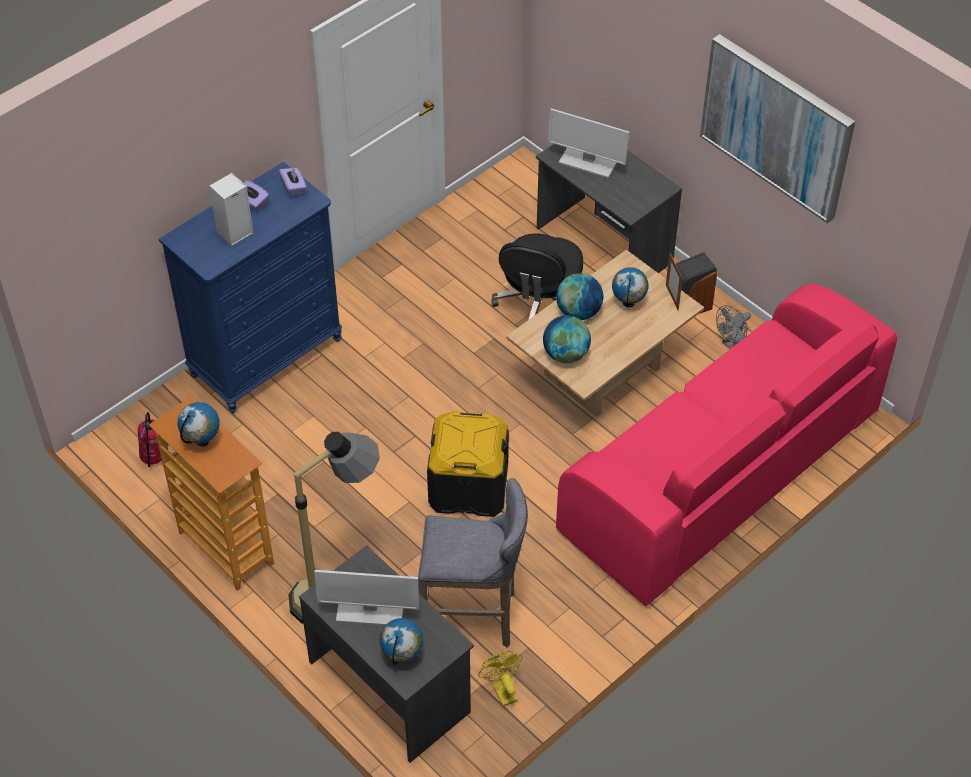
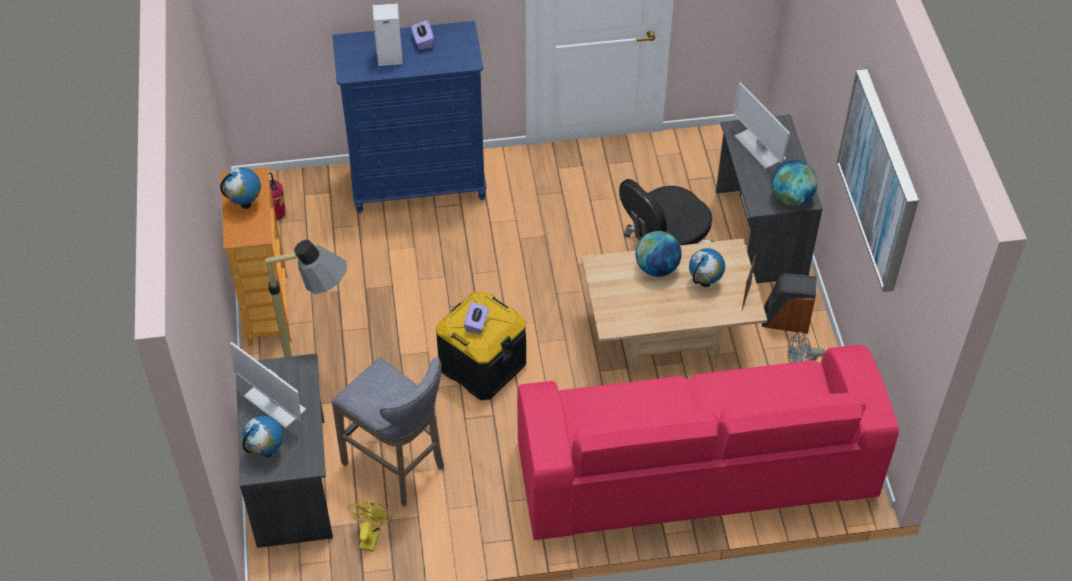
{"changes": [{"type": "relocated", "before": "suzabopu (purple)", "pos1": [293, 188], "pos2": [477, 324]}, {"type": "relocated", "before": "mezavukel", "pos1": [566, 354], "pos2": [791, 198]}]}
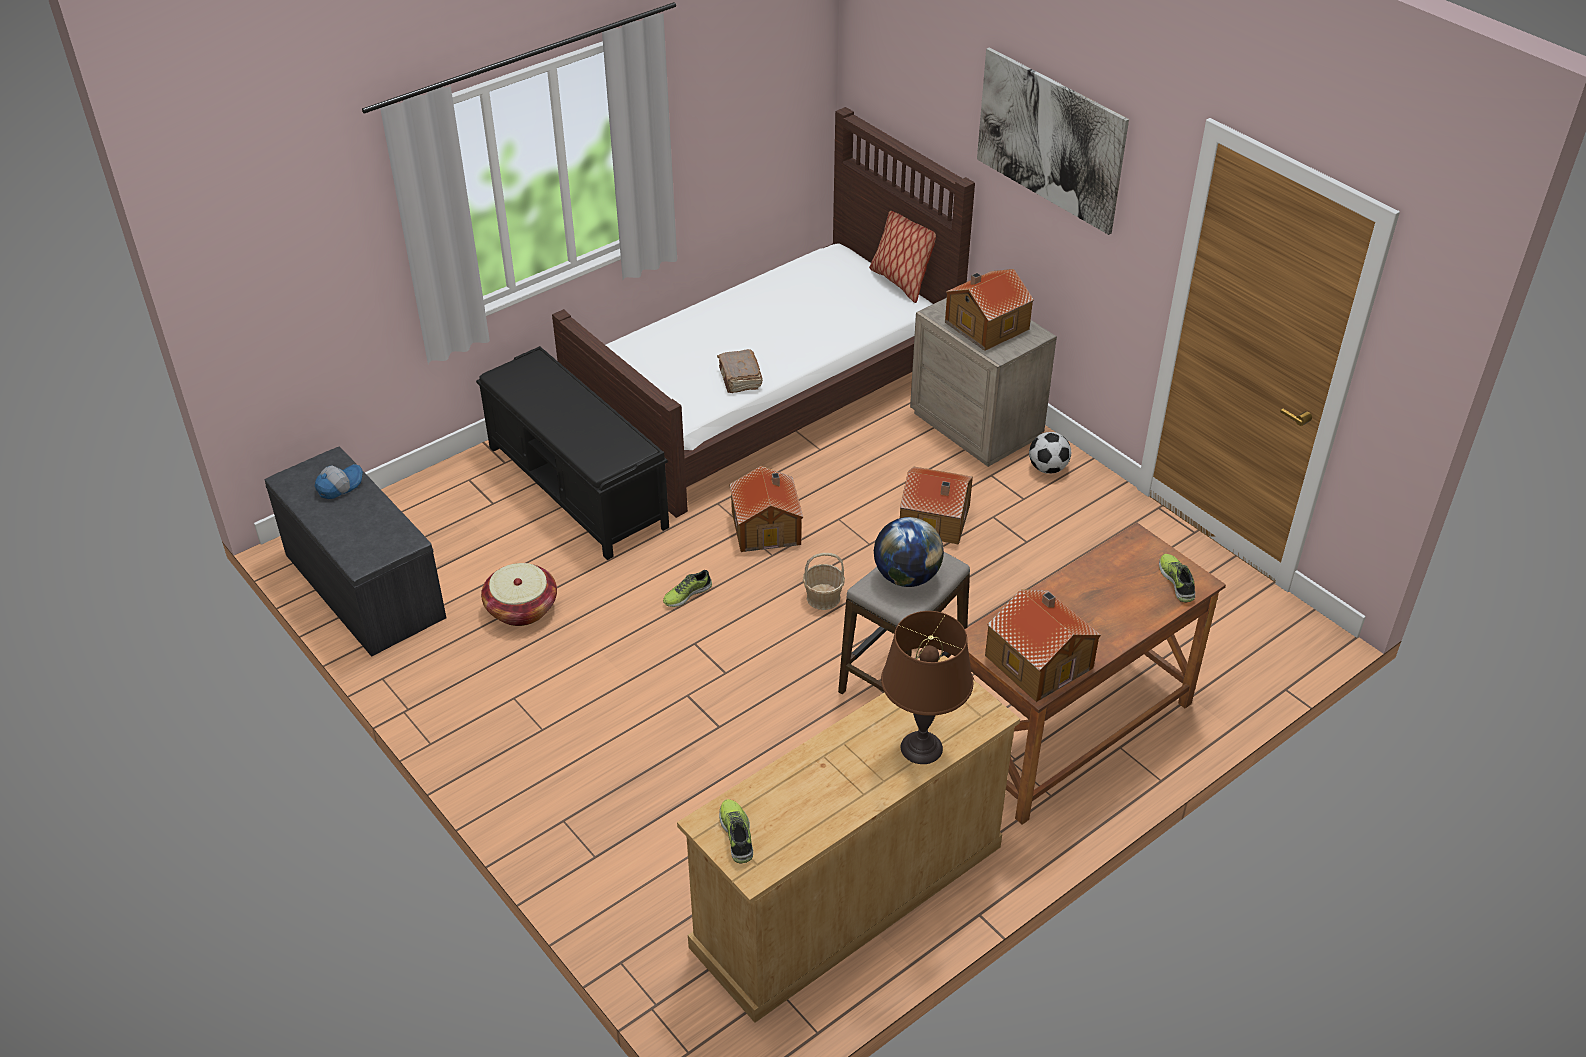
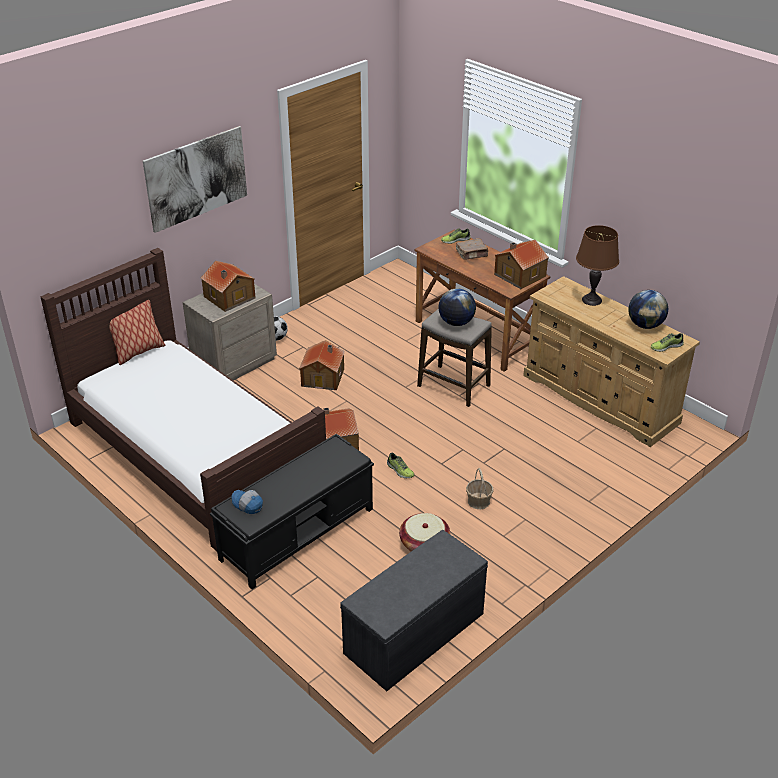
{"changes": [{"type": "appeared", "after": "mezavukel", "pos2": [645, 325]}, {"type": "relocated", "before": "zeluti", "pos1": [339, 486], "pos2": [247, 505]}, {"type": "relocated", "before": "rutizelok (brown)", "pos1": [739, 379], "pos2": [472, 254]}, {"type": "relocated", "before": "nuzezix", "pos1": [823, 597], "pos2": [478, 501]}]}
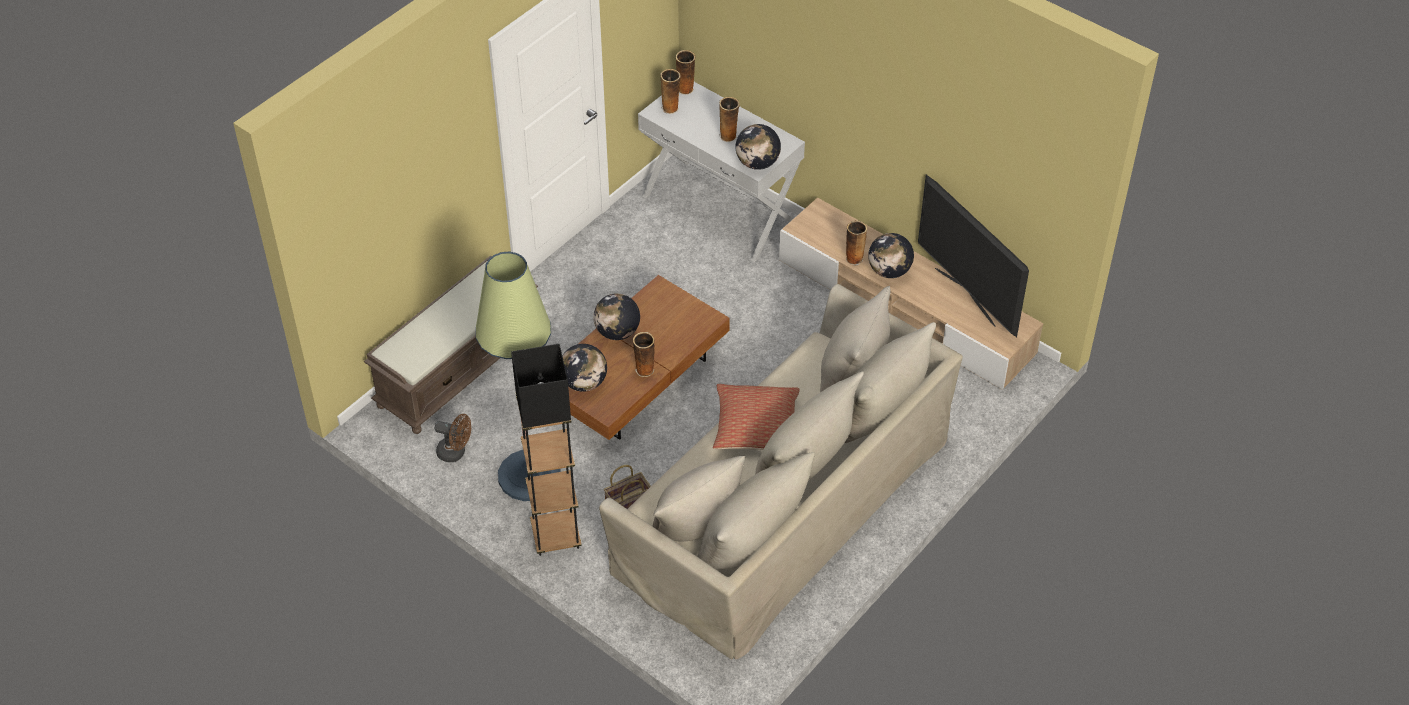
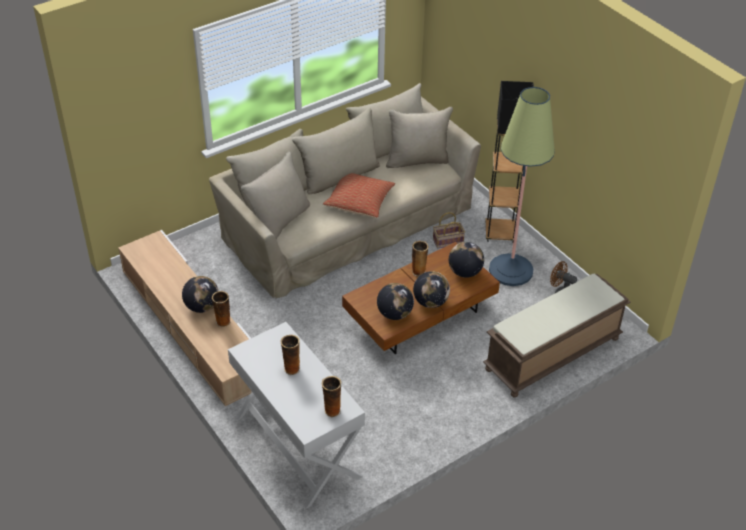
{"changes": [{"type": "missing", "before": "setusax", "pos1": [686, 89]}, {"type": "missing", "before": "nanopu", "pos1": [966, 296]}, {"type": "relocated", "before": "mezavukel", "pos1": [757, 163], "pos2": [395, 314]}]}
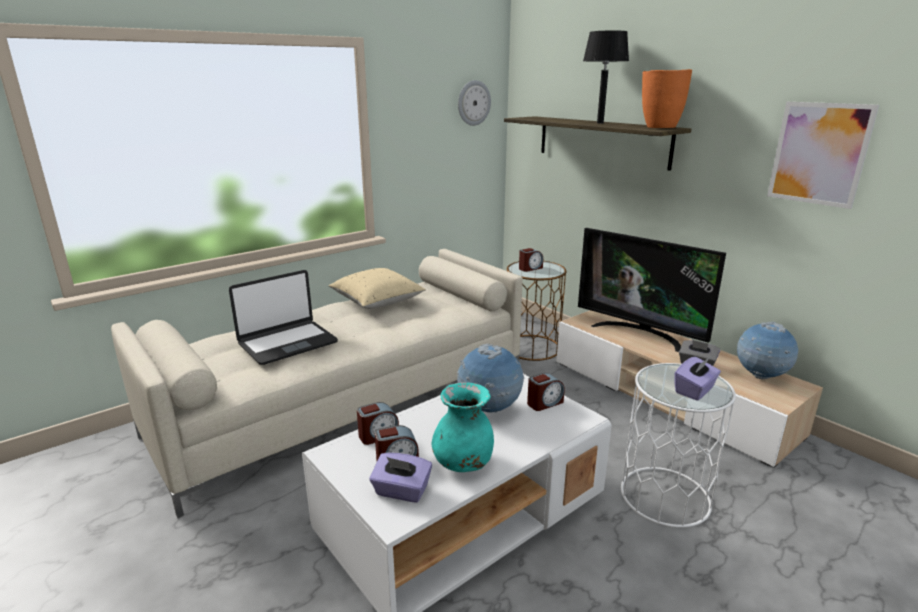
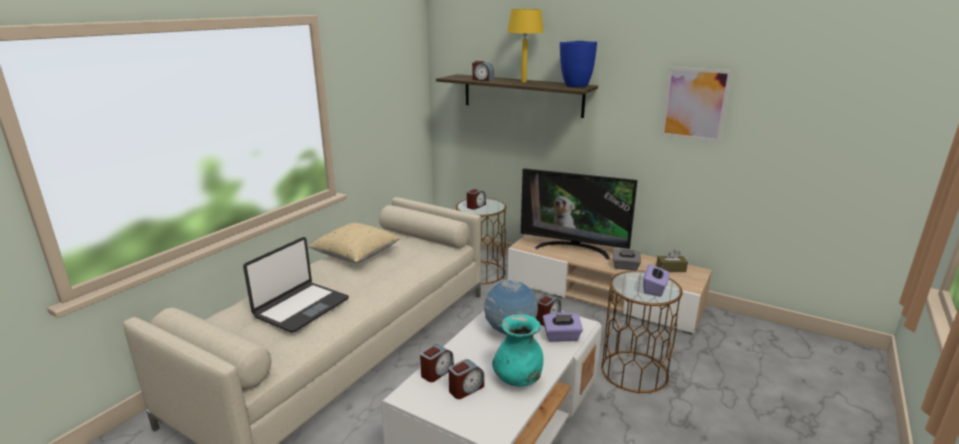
{"changes": [{"type": "missing", "before": "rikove", "pos1": [473, 103]}, {"type": "appeared", "after": "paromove", "pos2": [482, 80]}, {"type": "relocated", "before": "suzabopu (purple)", "pos1": [401, 491], "pos2": [561, 337]}, {"type": "exchanged", "before": "mezavukel", "after": "suzabopu (brown)", "pos1": [760, 376], "pos2": [671, 269]}, {"type": "colour", "before": "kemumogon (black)", "after": "kemumogon (yellow)", "pos1": [599, 123], "pos2": [523, 81]}, {"type": "colour", "before": "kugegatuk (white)", "after": "kugegatuk (brown)", "pos1": [665, 496], "pos2": [634, 371]}, {"type": "colour", "before": "setusax (orange)", "after": "setusax (blue)", "pos1": [659, 127], "pos2": [575, 85]}]}
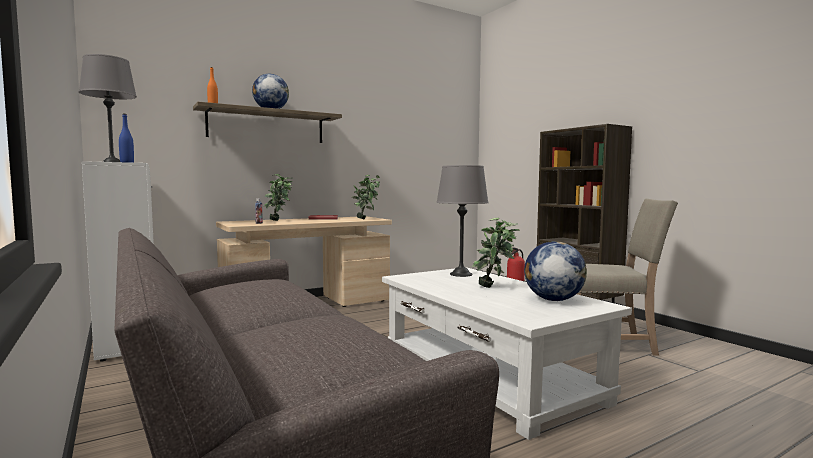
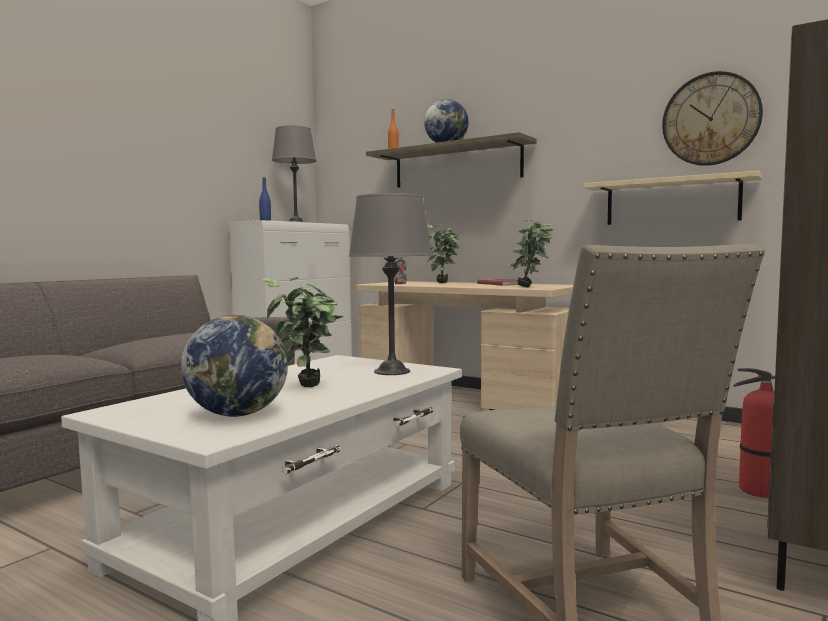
{"changes": [{"type": "appeared", "after": "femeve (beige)", "pos2": [671, 201]}, {"type": "appeared", "after": "rikove", "pos2": [711, 119]}]}
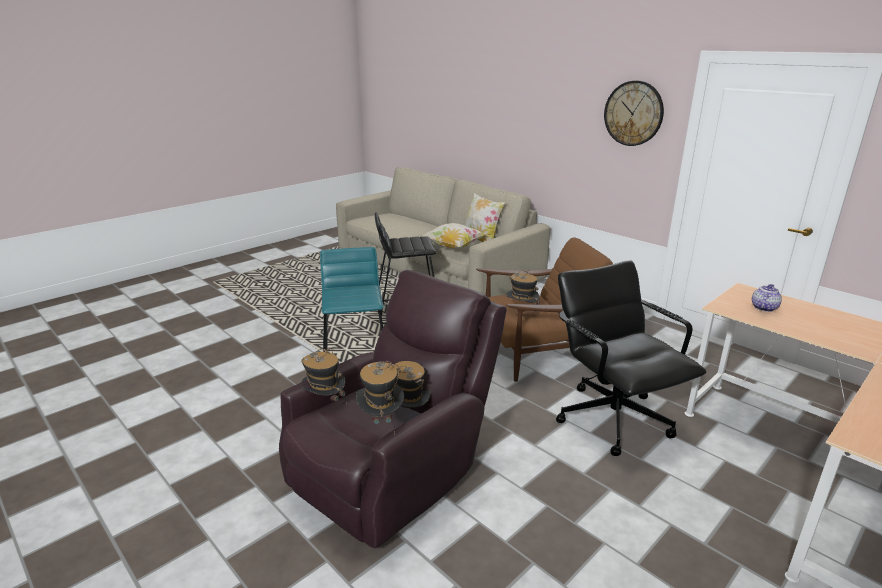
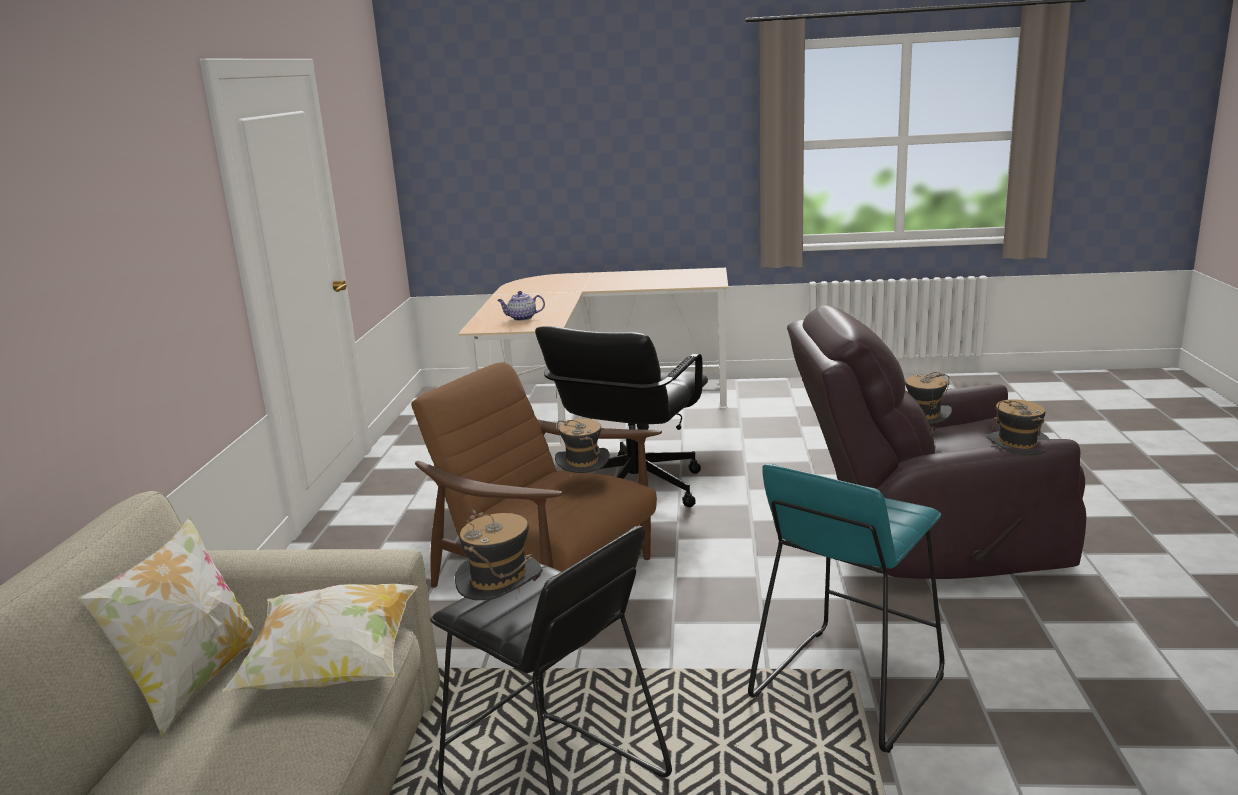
{"changes": [{"type": "missing", "before": "rikove", "pos1": [633, 113]}, {"type": "relocated", "before": "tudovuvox", "pos1": [381, 421], "pos2": [503, 616]}]}
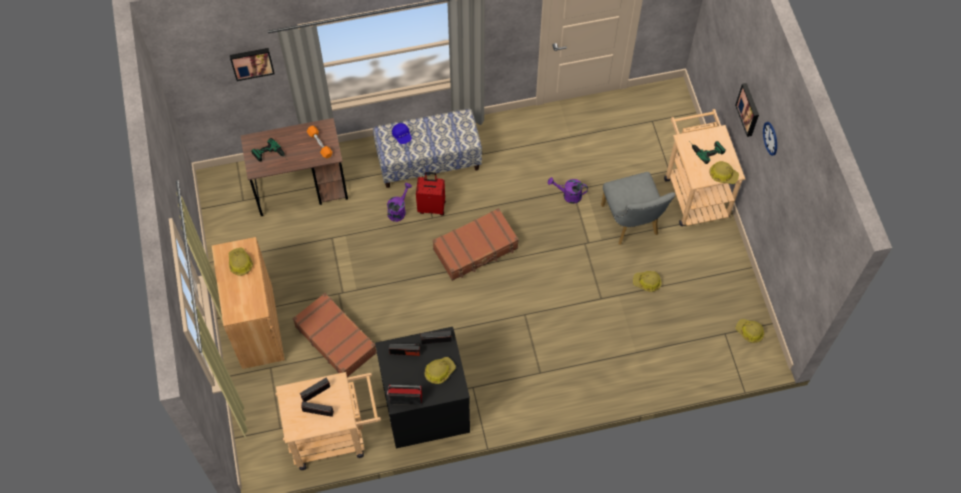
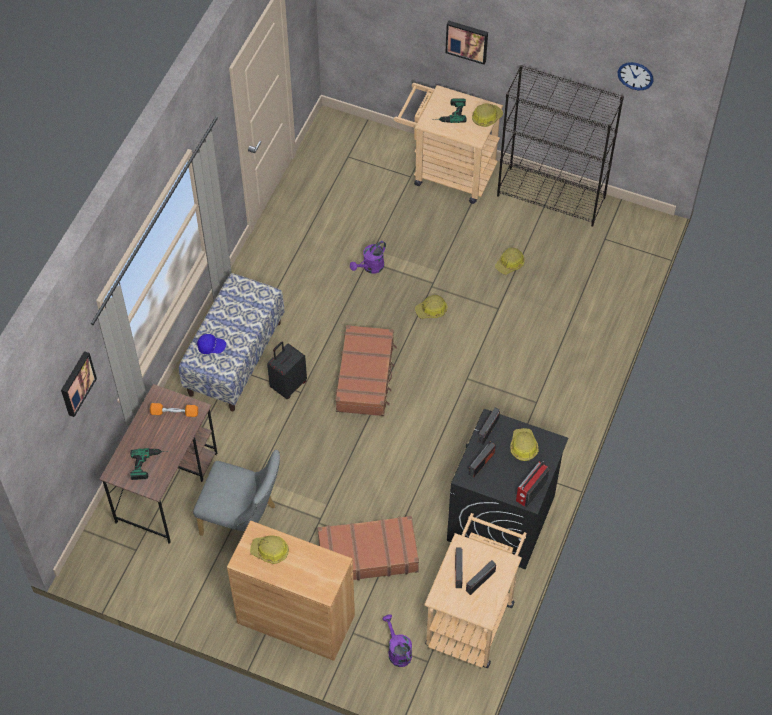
{"changes": [{"type": "appeared", "after": "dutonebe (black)", "pos2": [551, 196]}, {"type": "relocated", "before": "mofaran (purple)", "pos1": [398, 210], "pos2": [397, 651]}, {"type": "relocated", "before": "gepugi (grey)", "pos1": [631, 223], "pos2": [244, 521]}, {"type": "relocated", "before": "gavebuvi", "pos1": [749, 332], "pos2": [431, 310]}, {"type": "relocated", "before": "rikove", "pos1": [770, 138], "pos2": [635, 75]}, {"type": "colour", "before": "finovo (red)", "after": "finovo (black)", "pos1": [432, 206], "pos2": [288, 385]}]}
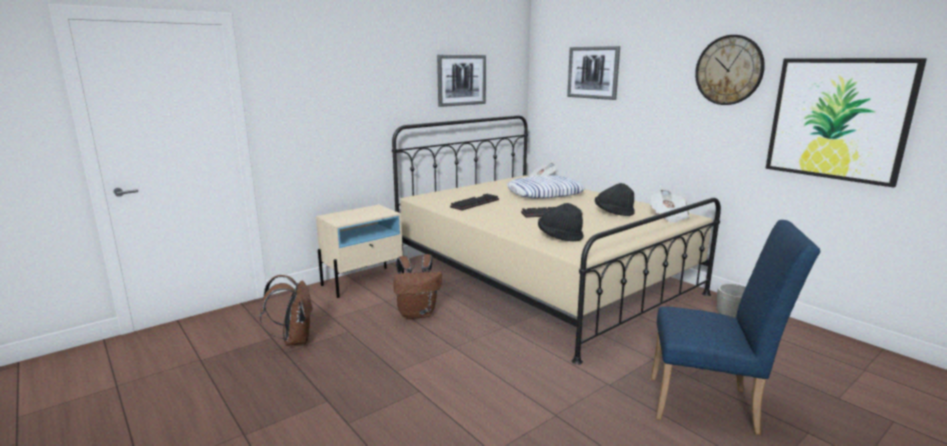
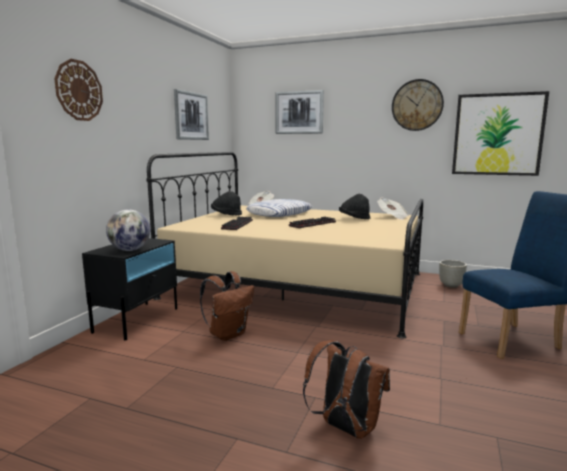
{"changes": [{"type": "appeared", "after": "rikove", "pos2": [79, 90]}, {"type": "appeared", "after": "mezavukel", "pos2": [130, 250]}, {"type": "relocated", "before": "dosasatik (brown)", "pos1": [294, 340], "pos2": [345, 428]}, {"type": "relocated", "before": "tudovuvox (black)", "pos1": [559, 237], "pos2": [226, 215]}, {"type": "colour", "before": "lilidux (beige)", "after": "lilidux (black)", "pos1": [363, 281], "pos2": [137, 320]}]}
